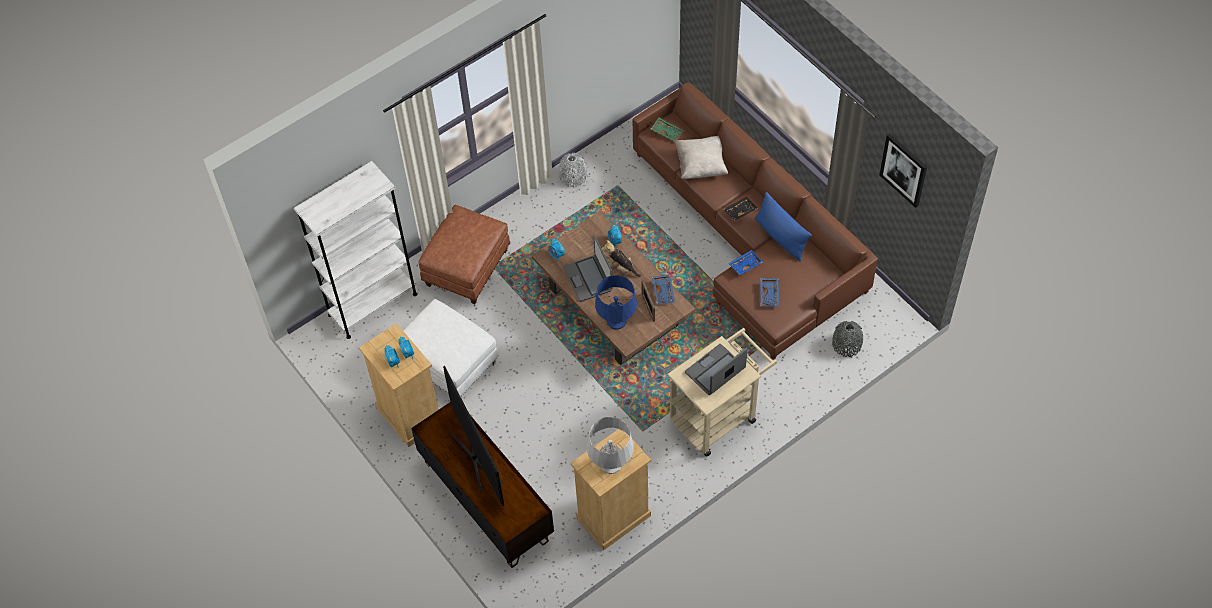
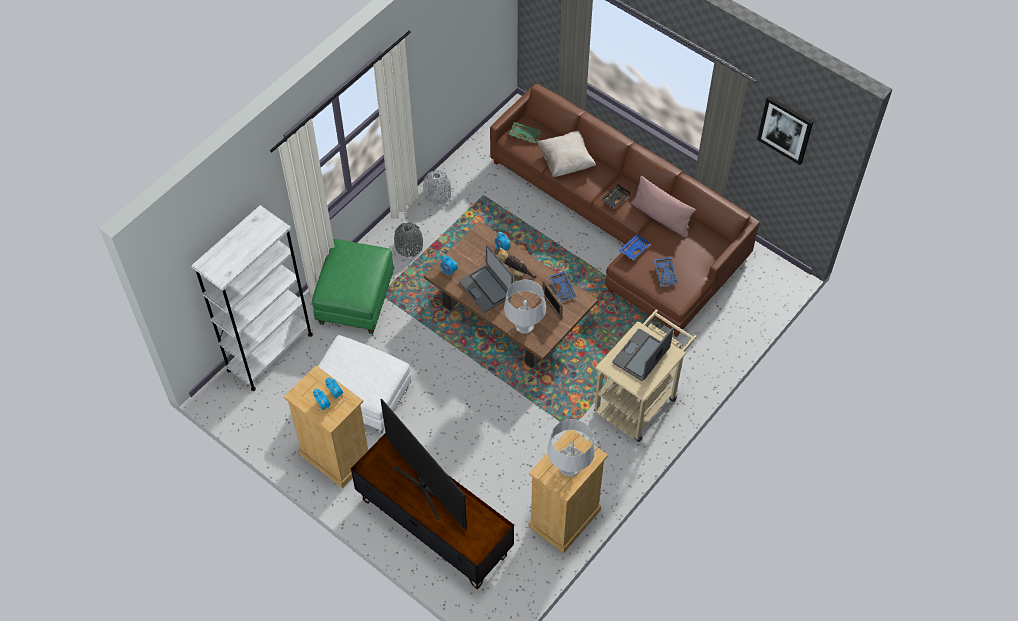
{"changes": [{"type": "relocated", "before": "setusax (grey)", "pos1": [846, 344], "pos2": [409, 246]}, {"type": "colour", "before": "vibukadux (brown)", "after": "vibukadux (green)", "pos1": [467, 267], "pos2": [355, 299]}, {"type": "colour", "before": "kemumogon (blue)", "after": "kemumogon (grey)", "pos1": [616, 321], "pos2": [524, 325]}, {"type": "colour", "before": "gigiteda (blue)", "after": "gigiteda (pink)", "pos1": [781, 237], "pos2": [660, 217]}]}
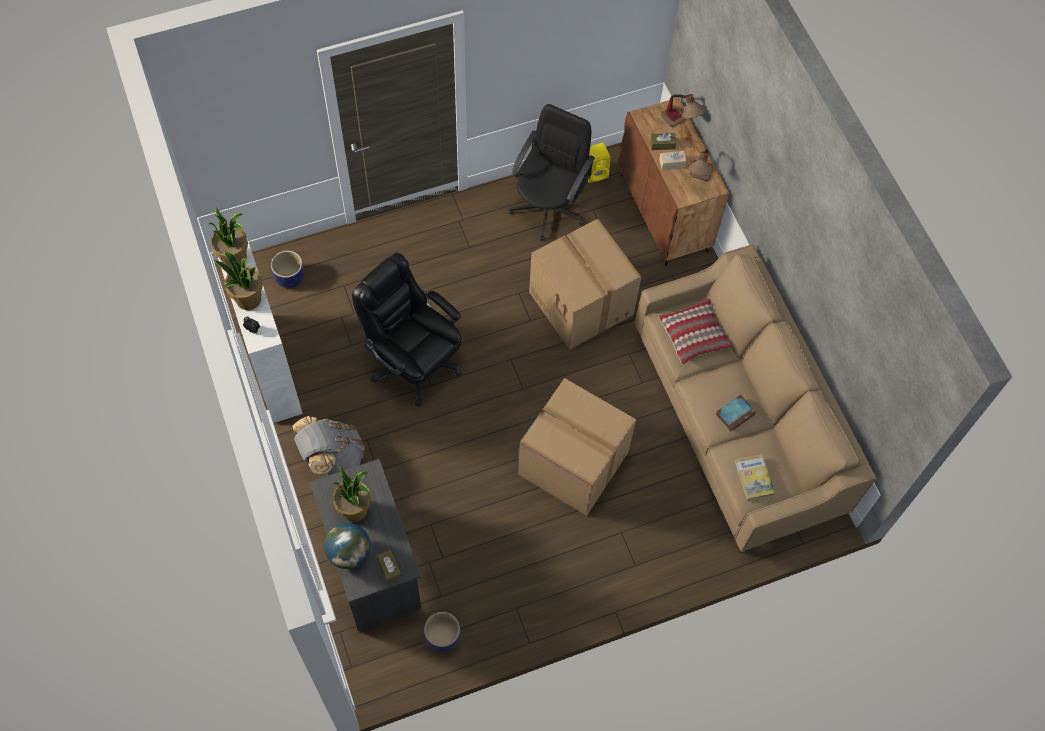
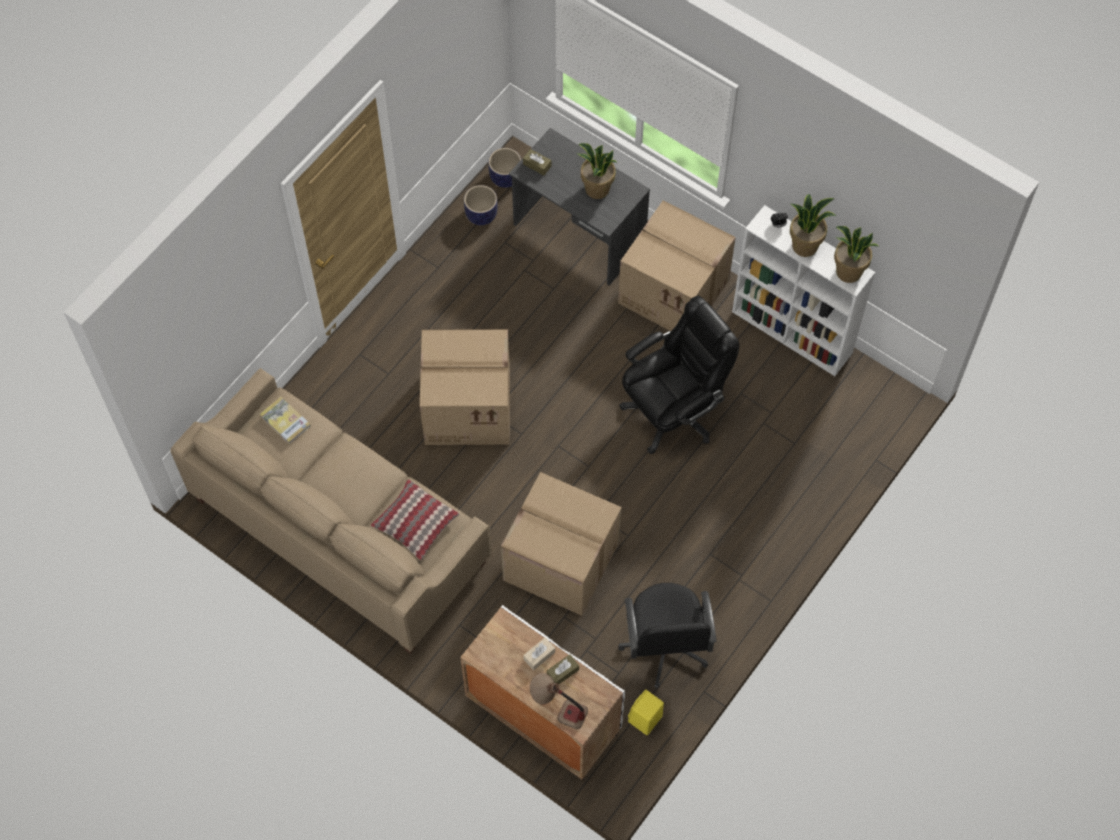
{"changes": [{"type": "missing", "before": "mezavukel", "pos1": [349, 553]}, {"type": "missing", "before": "kemumogon", "pos1": [698, 181]}, {"type": "missing", "before": "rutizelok", "pos1": [735, 413]}, {"type": "relocated", "before": "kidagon", "pos1": [290, 278], "pos2": [505, 177]}, {"type": "exchanged", "before": "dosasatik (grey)", "after": "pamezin", "pos1": [332, 459], "pos2": [675, 291]}, {"type": "colour", "before": "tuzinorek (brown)", "after": "tuzinorek (white)", "pos1": [664, 213], "pos2": [542, 715]}, {"type": "spun", "before": "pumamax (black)", "pos1": [414, 362], "pos2": [673, 411], "turn": -45}]}
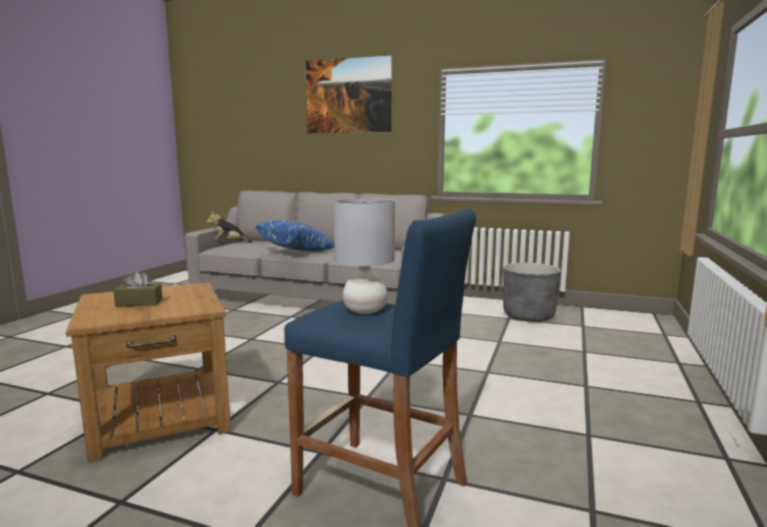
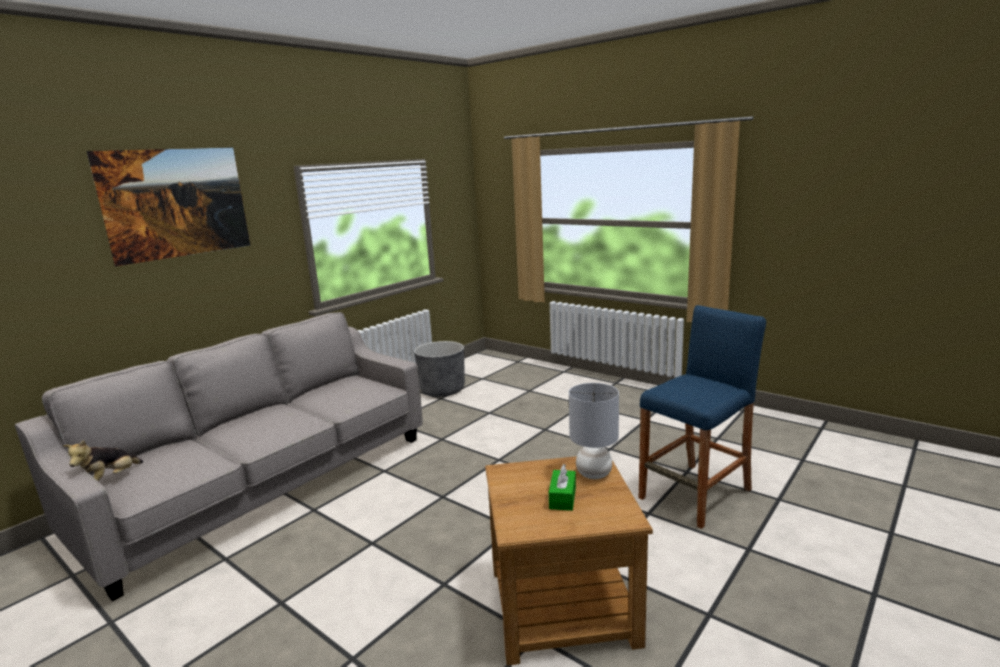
{"changes": [{"type": "missing", "before": "gigiteda (blue)", "pos1": [297, 251]}, {"type": "relocated", "before": "kemumogon (grey)", "pos1": [364, 310], "pos2": [594, 474]}, {"type": "colour", "before": "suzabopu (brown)", "after": "suzabopu (green)", "pos1": [139, 303], "pos2": [562, 497]}]}
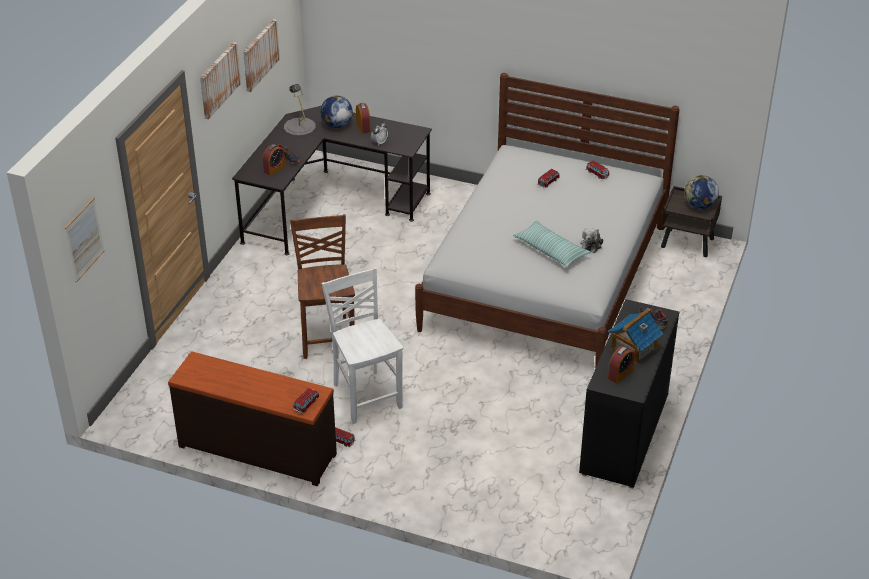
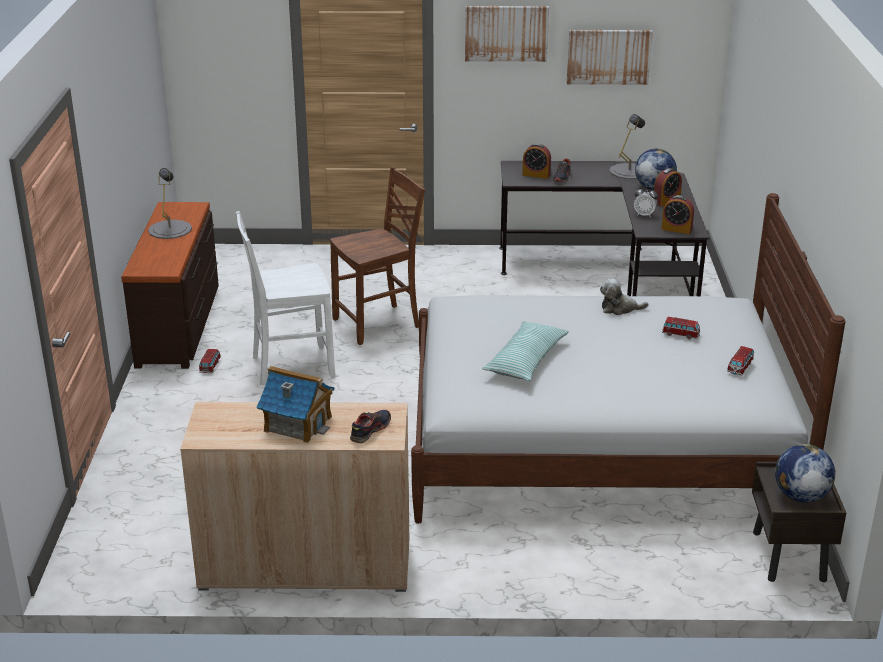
{"changes": [{"type": "missing", "before": "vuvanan", "pos1": [84, 239]}, {"type": "missing", "before": "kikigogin", "pos1": [306, 404]}, {"type": "appeared", "after": "kemumogon (grey)", "pos2": [170, 229]}, {"type": "relocated", "before": "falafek", "pos1": [591, 244], "pos2": [619, 308]}, {"type": "relocated", "before": "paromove", "pos1": [620, 374], "pos2": [676, 229]}, {"type": "colour", "before": "tuzinorek (black)", "after": "tuzinorek (beige)", "pos1": [624, 434], "pos2": [306, 565]}, {"type": "spun", "before": "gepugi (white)", "pos1": [366, 395], "pos2": [290, 366], "turn": -150}]}
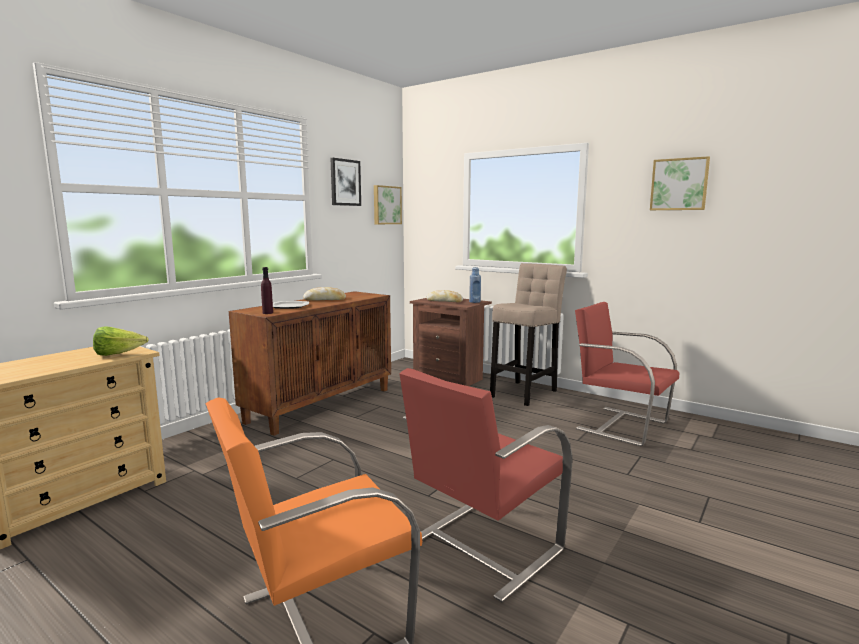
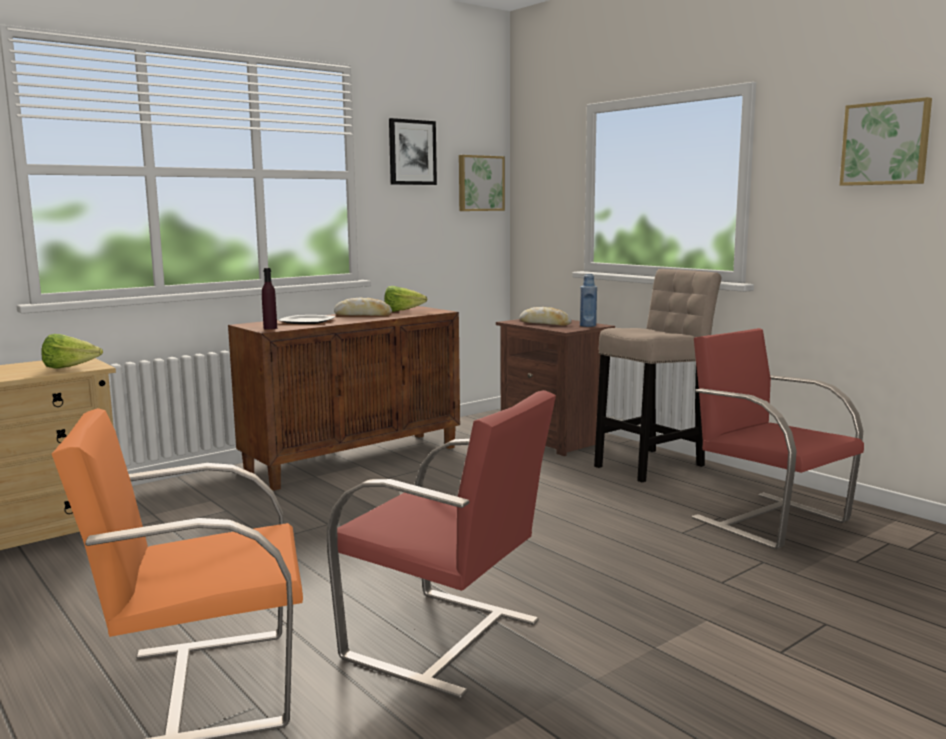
{"changes": [{"type": "appeared", "after": "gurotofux", "pos2": [402, 311]}, {"type": "spun", "before": "gepugi (red)", "pos1": [481, 547], "pos2": [445, 640], "turn": -120}]}
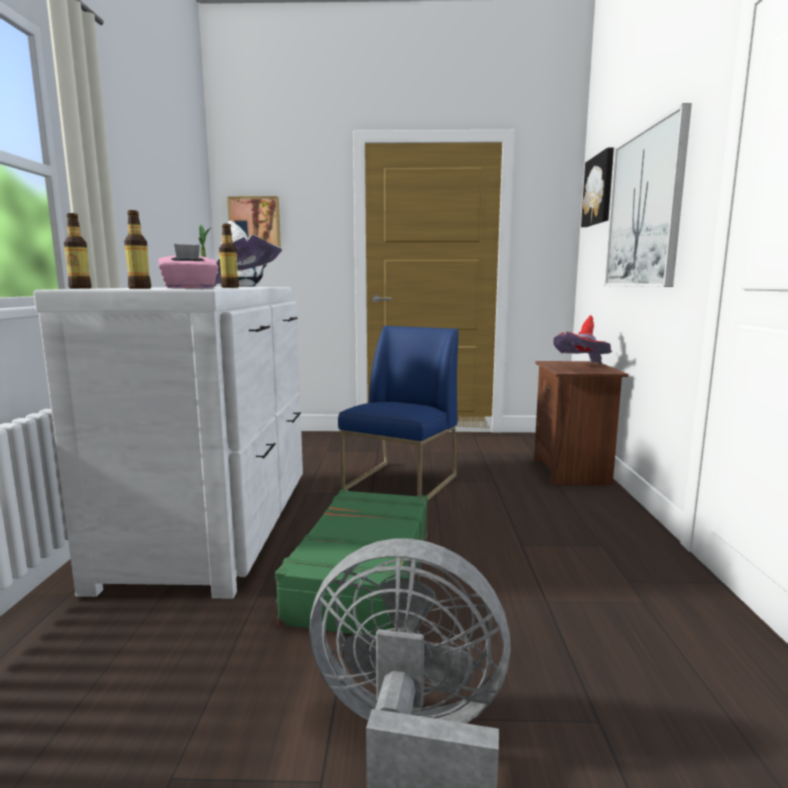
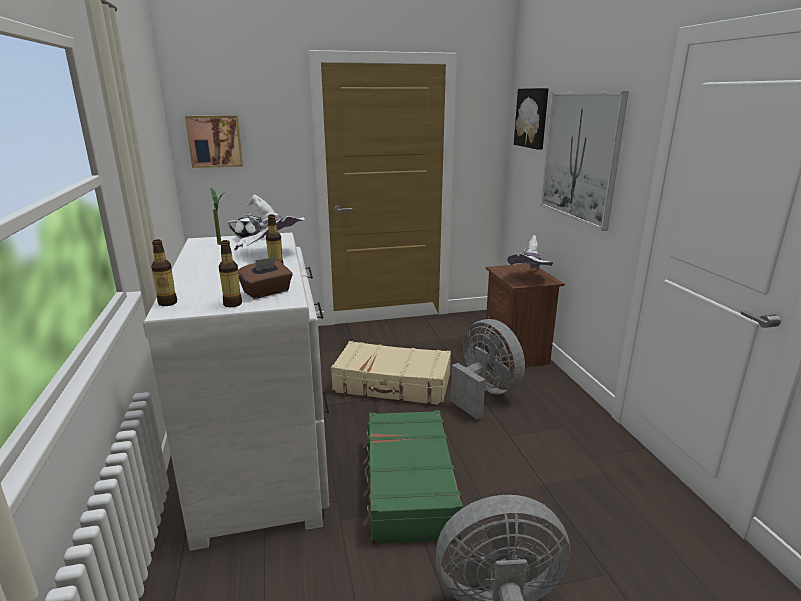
{"changes": [{"type": "appeared", "after": "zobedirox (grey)", "pos2": [484, 394]}, {"type": "exchanged", "before": "gepugi (blue)", "after": "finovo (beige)", "pos1": [401, 484], "pos2": [393, 384]}, {"type": "colour", "before": "suzabopu (pink)", "after": "suzabopu (brown)", "pos1": [190, 288], "pos2": [267, 292]}, {"type": "colour", "before": "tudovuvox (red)", "after": "tudovuvox (white)", "pos1": [583, 368], "pos2": [529, 278]}]}
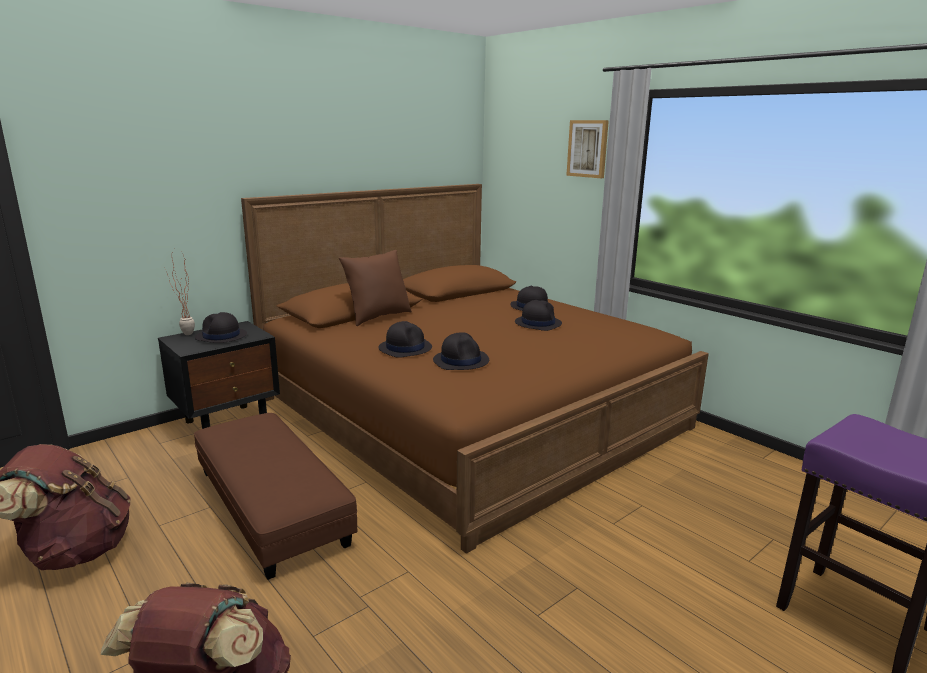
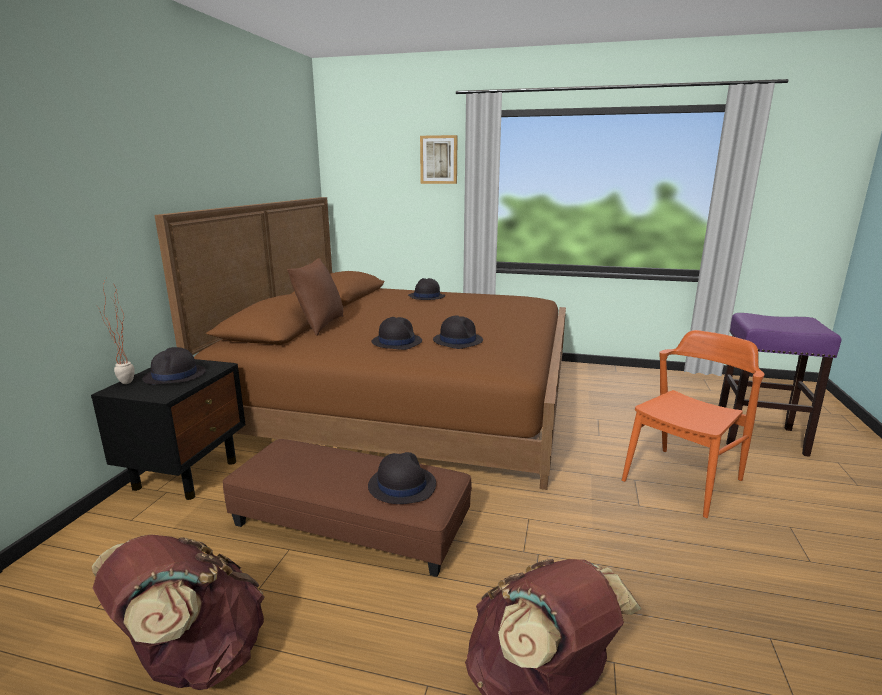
{"changes": [{"type": "appeared", "after": "gepugi (orange)", "pos2": [683, 481]}, {"type": "relocated", "before": "tudovuvox (black)", "pos1": [537, 323], "pos2": [401, 485]}]}
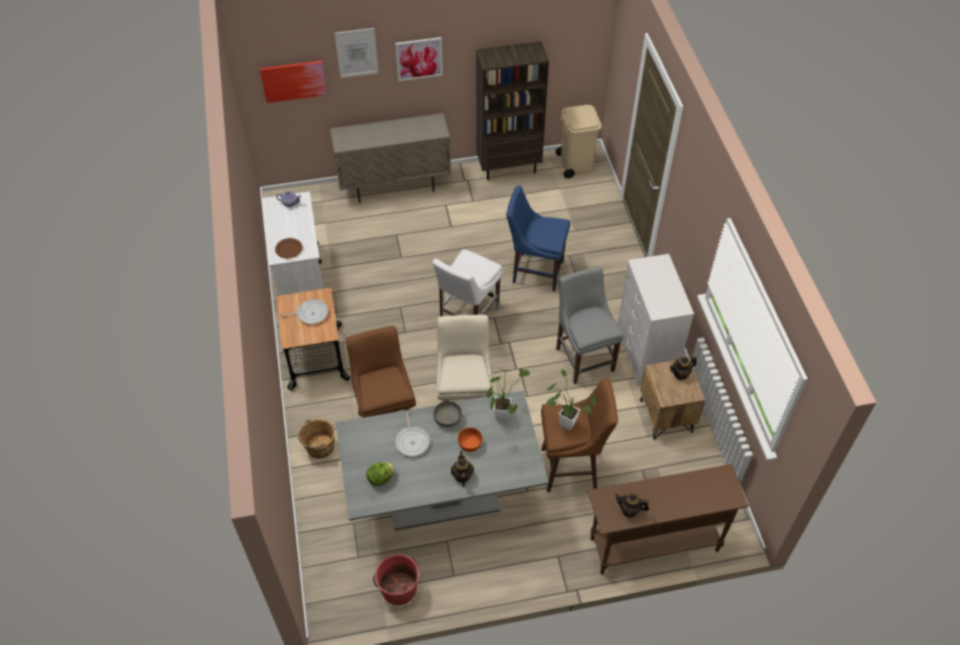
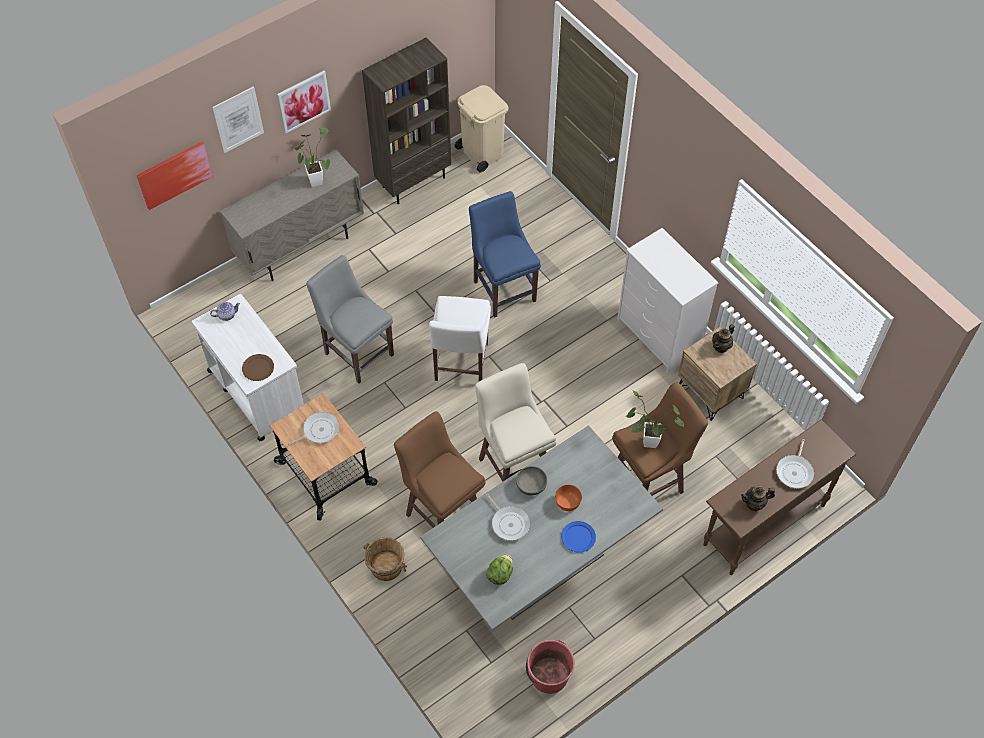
{"changes": [{"type": "appeared", "after": "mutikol", "pos2": [795, 471]}, {"type": "relocated", "before": "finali", "pos1": [502, 413], "pos2": [315, 179]}, {"type": "relocated", "before": "gepugi (grey)", "pos1": [584, 357], "pos2": [357, 352]}, {"type": "exchanged", "before": "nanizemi", "after": "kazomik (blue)", "pos1": [462, 476], "pos2": [578, 538]}, {"type": "spun", "before": "gepugi (blue)", "pos1": [535, 271], "pos2": [503, 288], "turn": 75}]}
